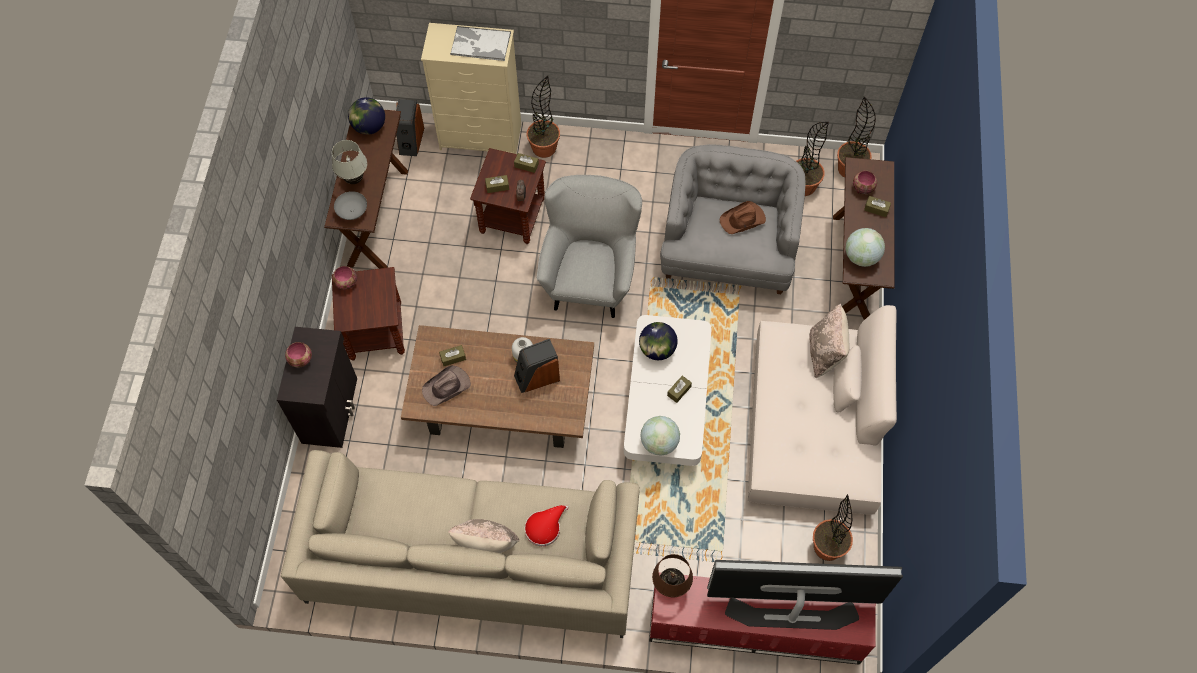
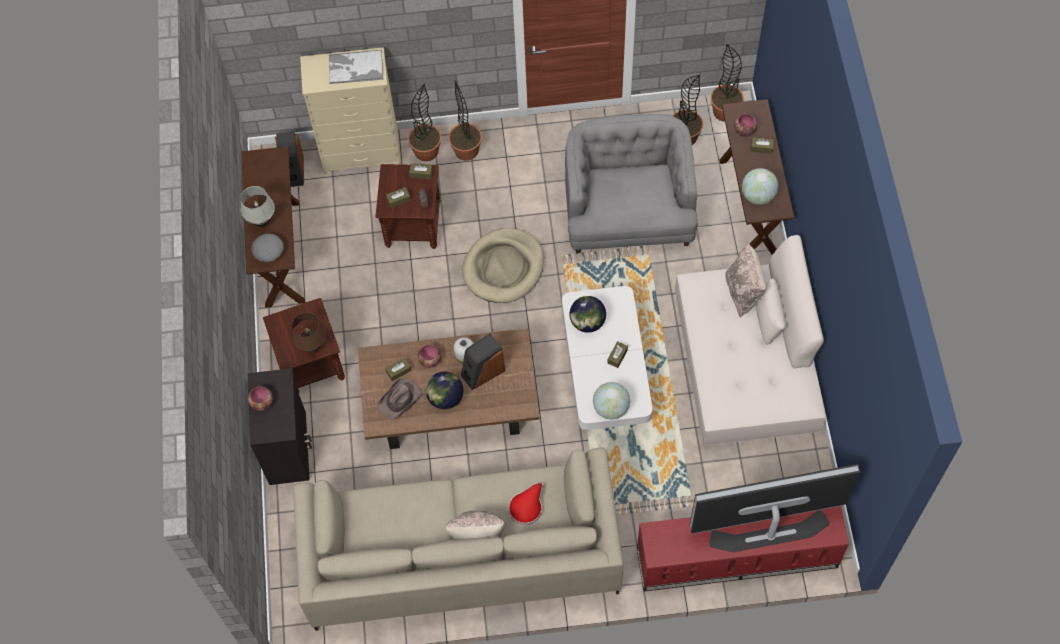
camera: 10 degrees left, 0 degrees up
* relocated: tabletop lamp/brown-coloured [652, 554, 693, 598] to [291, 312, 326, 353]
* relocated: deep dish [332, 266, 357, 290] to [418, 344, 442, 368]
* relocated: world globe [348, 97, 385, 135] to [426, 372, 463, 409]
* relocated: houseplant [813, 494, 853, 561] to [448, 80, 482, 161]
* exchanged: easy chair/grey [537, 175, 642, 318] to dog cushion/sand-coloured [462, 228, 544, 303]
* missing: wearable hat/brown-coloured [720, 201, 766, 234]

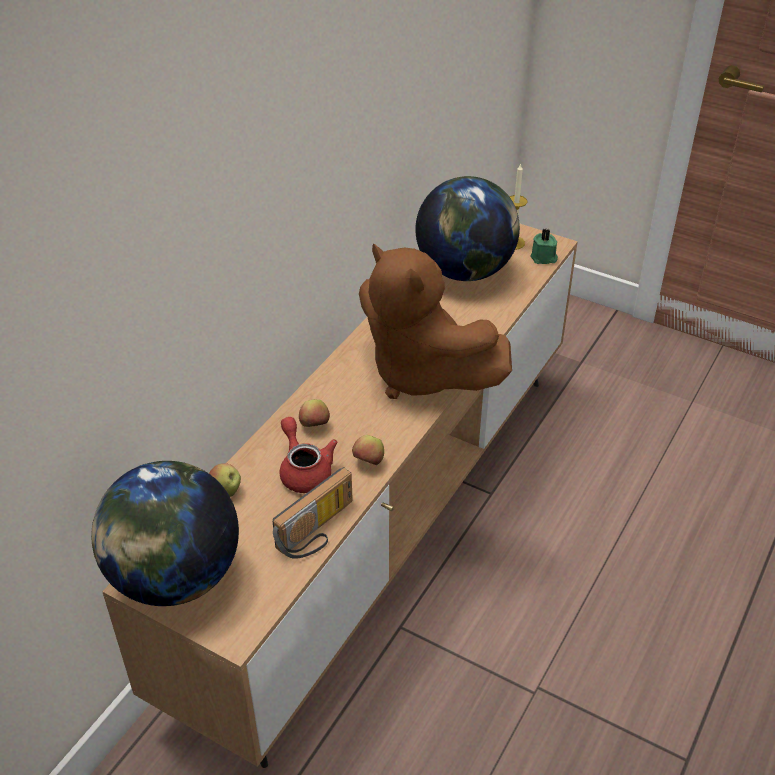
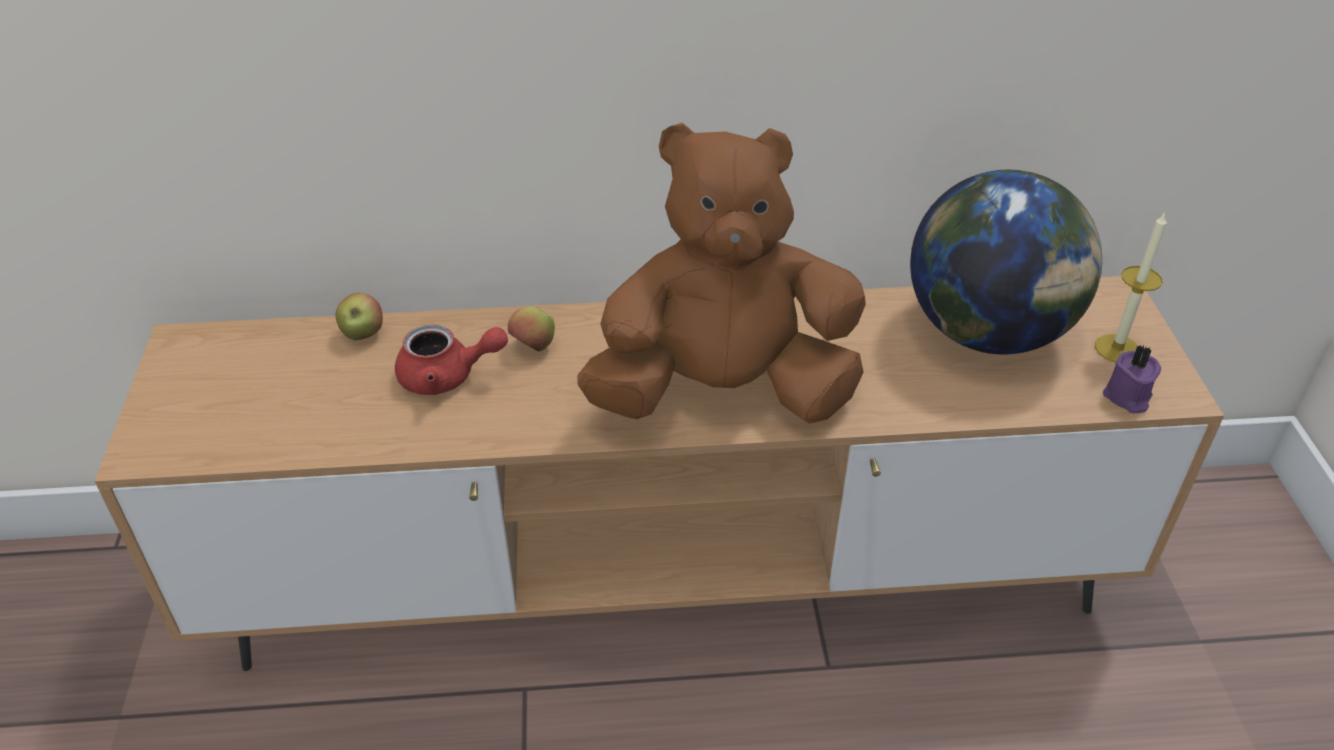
camera: 55 degrees right, 0 degrees up
* spun: teapot/reddish [279, 417, 338, 493] = [395, 324, 508, 395] 60 degrees clockwise
* spun: soft toy/brown-coloured [359, 243, 512, 399] = [577, 123, 866, 424] 75 degrees clockwise
* colour: wax candle/greenish [530, 229, 558, 264] to wax candle/purplish [1103, 345, 1161, 413]
* missing: world globe [91, 461, 239, 606]
* missing: radio set [273, 467, 353, 559]
* missing: apple [352, 435, 384, 465]

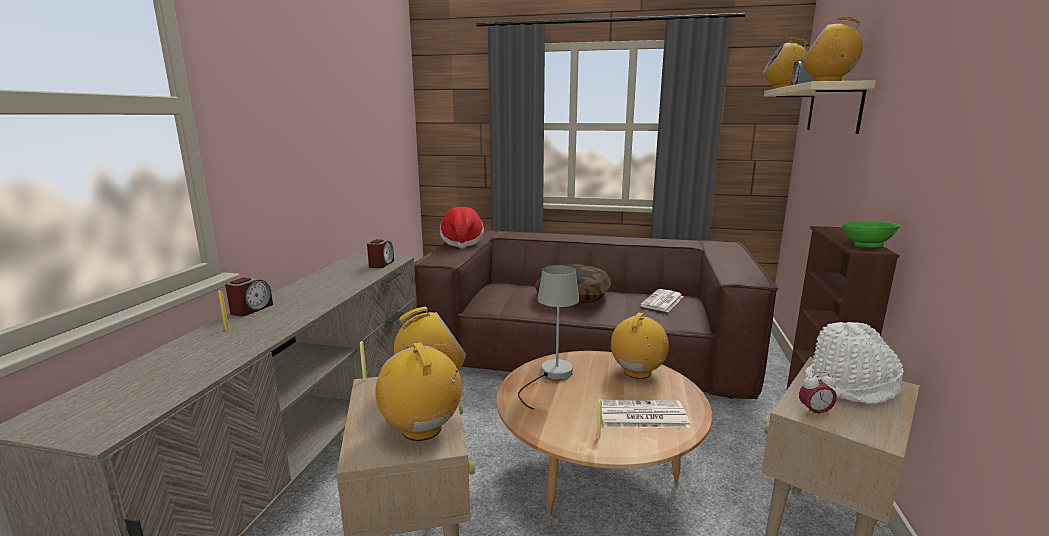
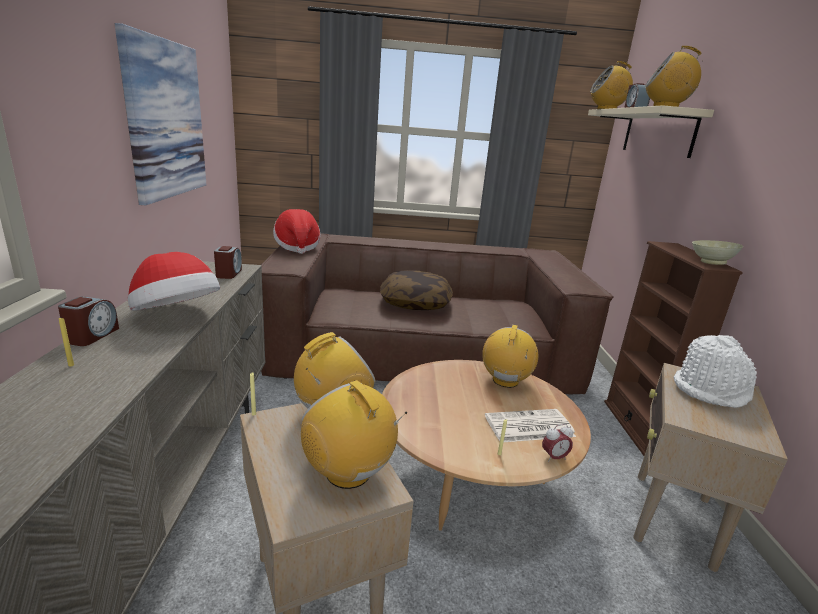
camera: 15 degrees left, 5 degrees up
* appeared: picture [115, 23, 206, 205]
* appeared: wearable hat [128, 252, 220, 311]
* relocated: alarm clock [799, 372, 837, 416] to [542, 424, 573, 462]
* colour: deep dish/greenish [842, 222, 900, 248] to deep dish/sand-coloured [692, 240, 743, 265]
* missing: tabletop lamp/grey [518, 265, 579, 410]
* missing: printed paper [640, 289, 684, 312]

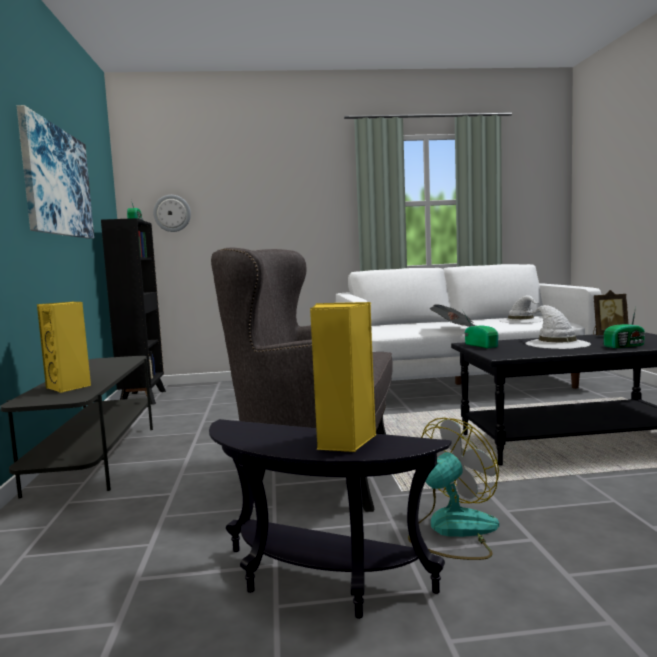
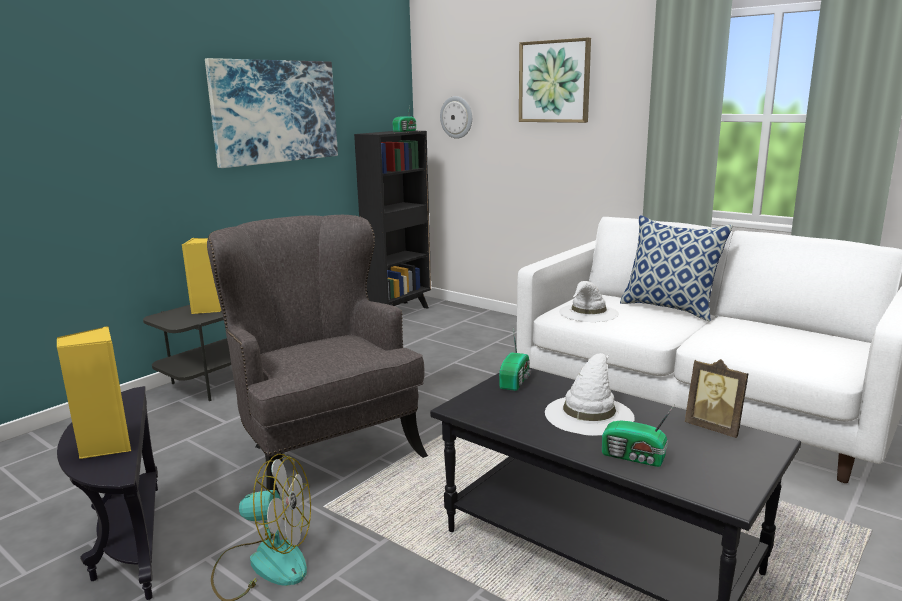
camera: 45 degrees right, 10 degrees up
* appeared: picture [519, 37, 591, 123]
* relocated: wearable hat/whitish [499, 295, 543, 323] to [559, 281, 619, 322]
* appeared: pillow [620, 215, 733, 321]
* missing: printed paper [430, 305, 476, 327]

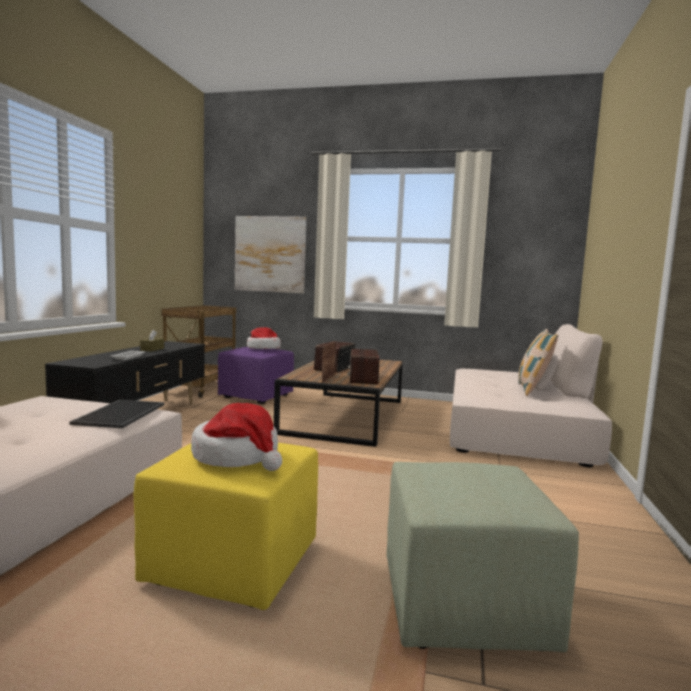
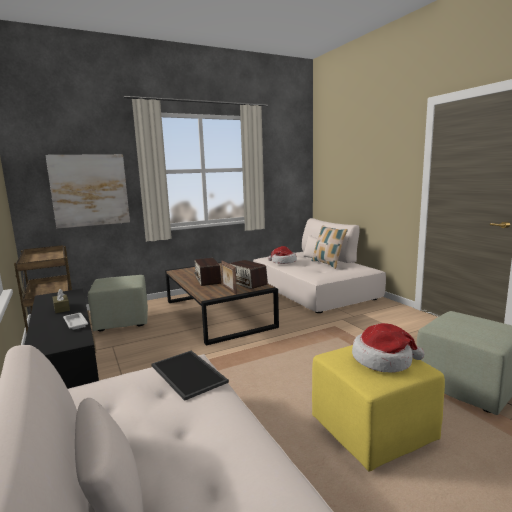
camera: 40 degrees left, 5 degrees up
* colour: pouffe/purplish [218, 347, 294, 404] to pouffe/greenish [88, 275, 148, 331]
* relocated: wearable hat [247, 328, 281, 349] to [268, 246, 297, 264]

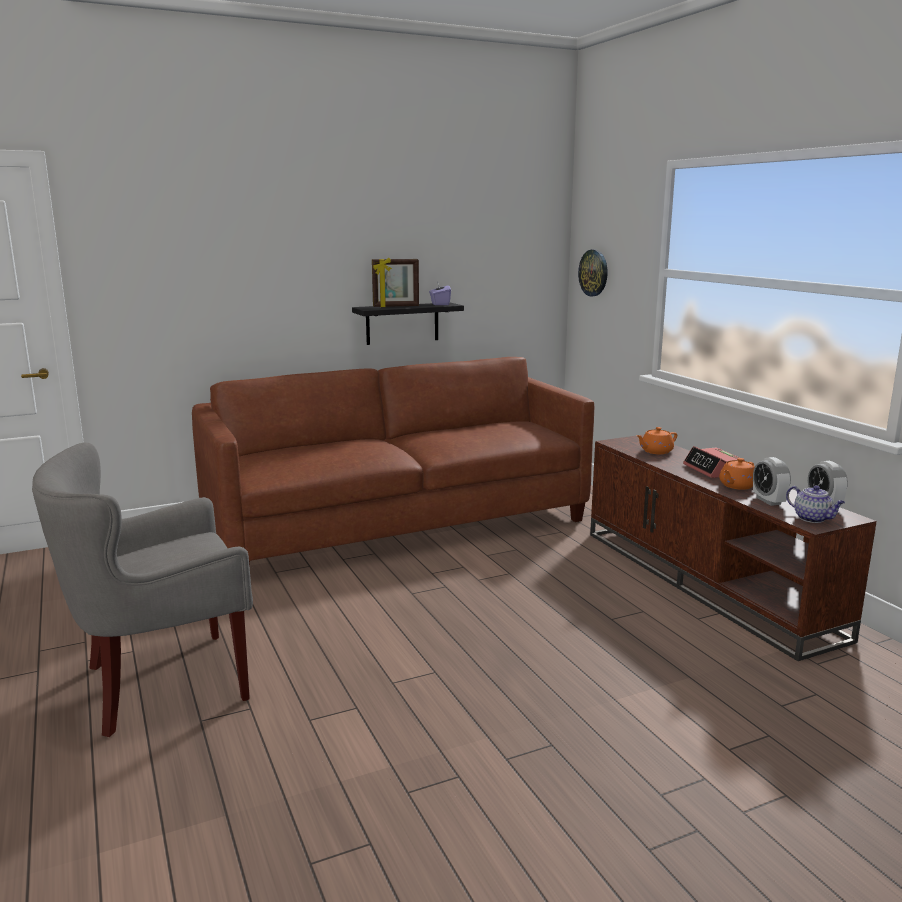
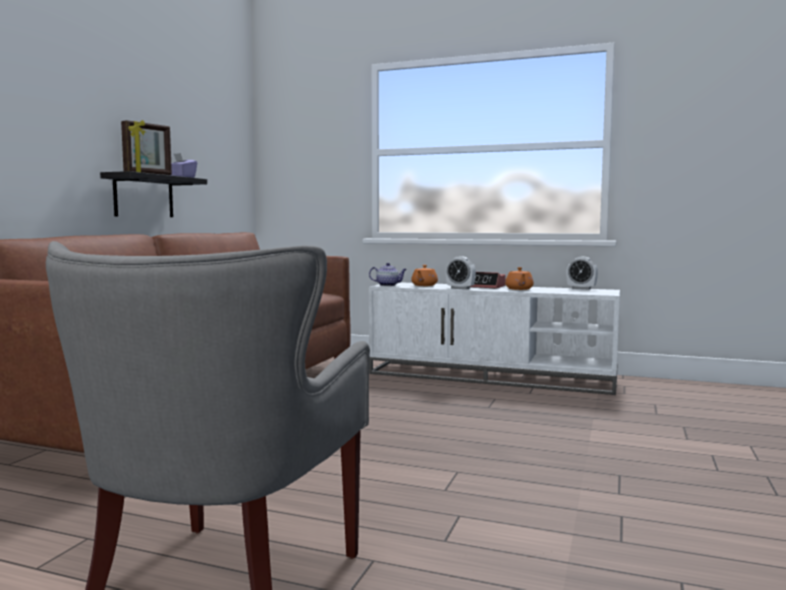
camera: 45 degrees left, 10 degrees down
* relocated: teapot [786, 485, 845, 523] to [369, 263, 407, 286]
* colour: media console/brown-coloured [590, 434, 876, 661] to media console/whitish [369, 282, 620, 395]
* relocated: alarm clock [753, 457, 791, 506] to [446, 256, 476, 290]
* missing: hanging clock [578, 250, 608, 296]

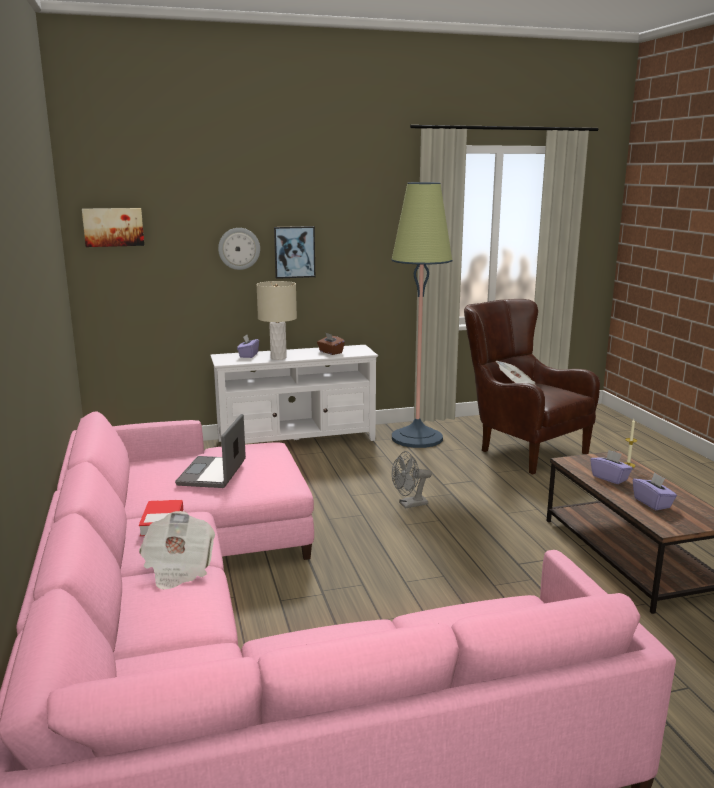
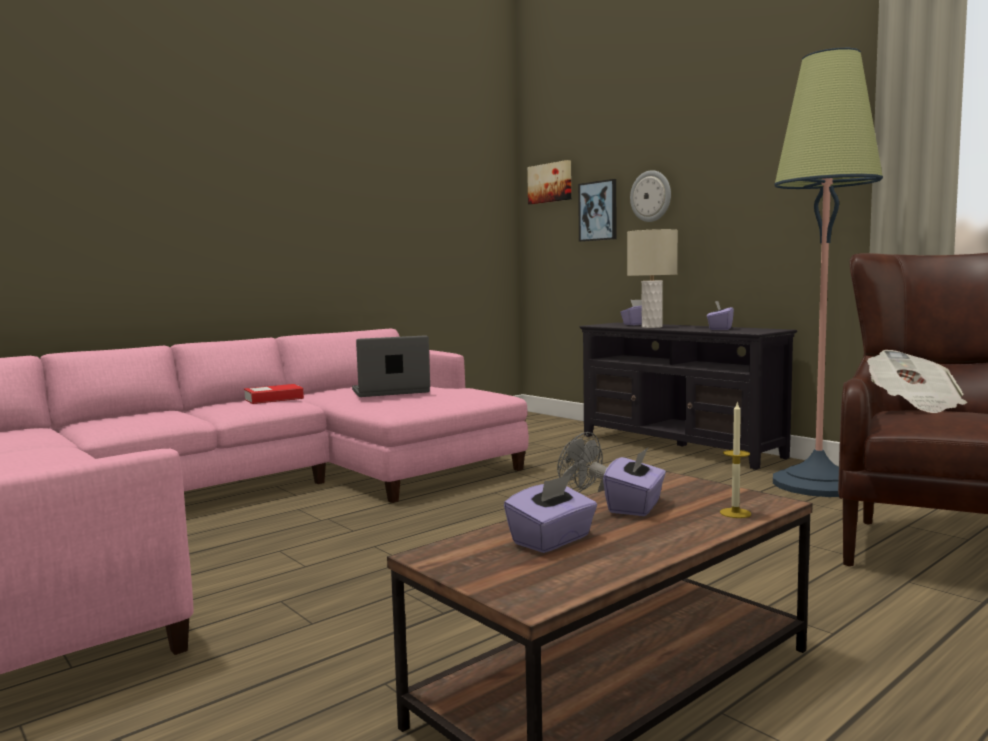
camera: 65 degrees right, 10 degrees down
* relocated: picture [274, 226, 315, 279] to [578, 179, 617, 242]
* colour: media console/whitish [210, 345, 378, 447] to media console/blackish [580, 323, 797, 470]
* colour: box of tissues/brown-coloured [317, 332, 345, 355] to box of tissues/purplish [707, 301, 734, 330]
* missing: printed paper [139, 511, 215, 590]

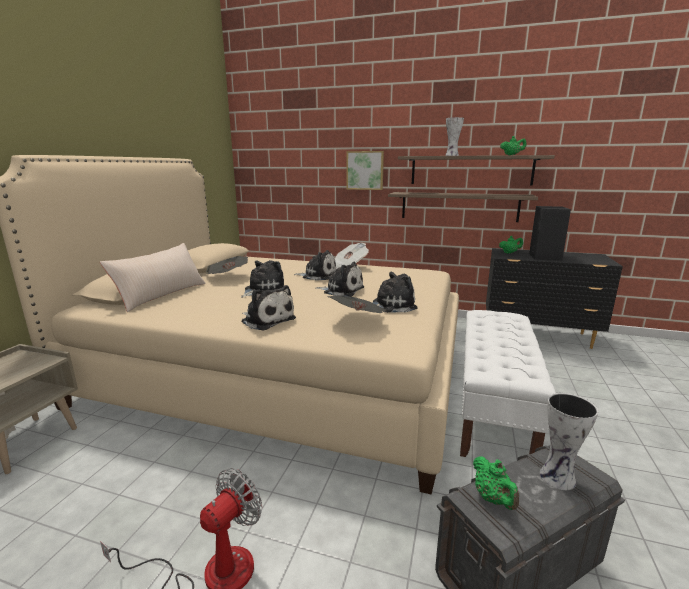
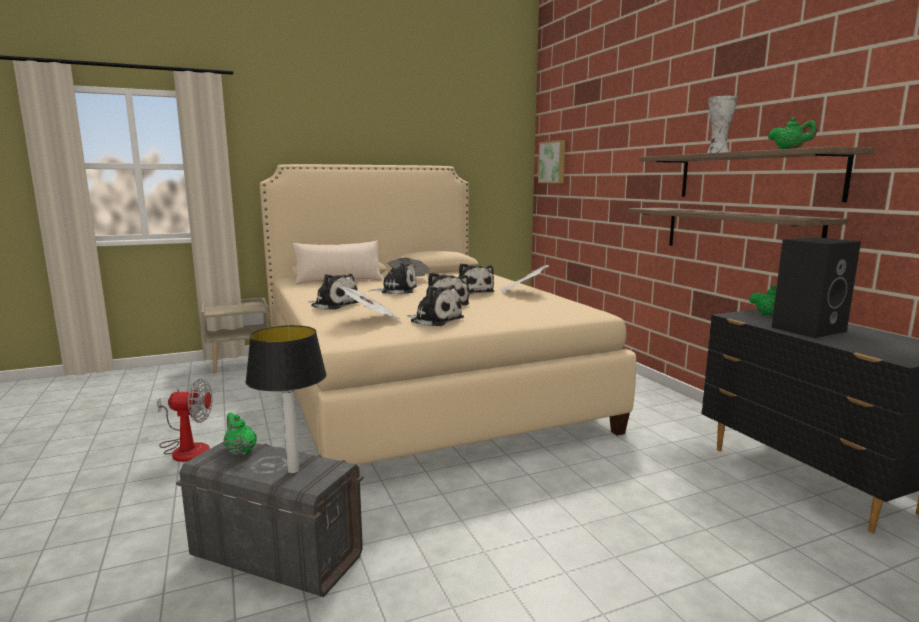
camera: 50 degrees right, 5 degrees down
* spun: teapot/greenish [473, 456, 519, 510] = [223, 413, 257, 456] 105 degrees clockwise
* exchanged: vase [540, 393, 598, 490] to tabletop lamp [245, 325, 326, 473]
* spun: soft toy [241, 285, 296, 331] = [308, 274, 359, 310] 60 degrees counterclockwise
* relocated: picture [347, 151, 384, 190] to [538, 140, 565, 183]
* missing: indoor bench/whitish [460, 310, 556, 457]

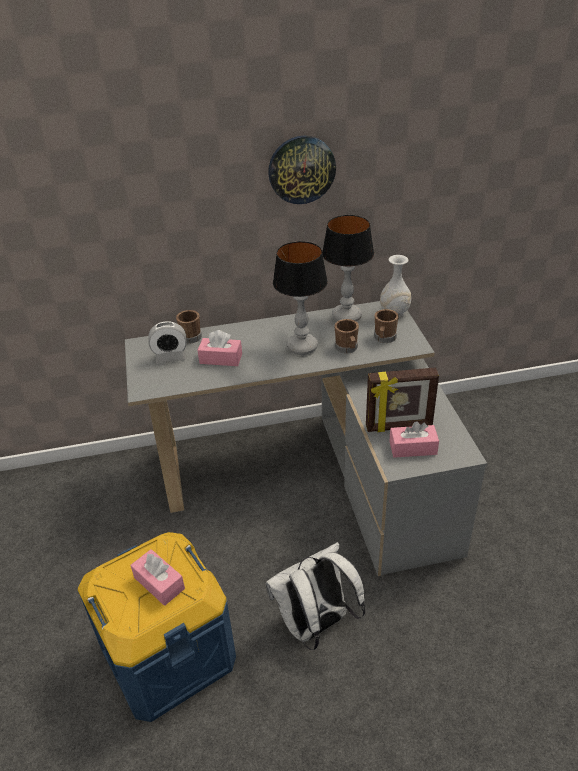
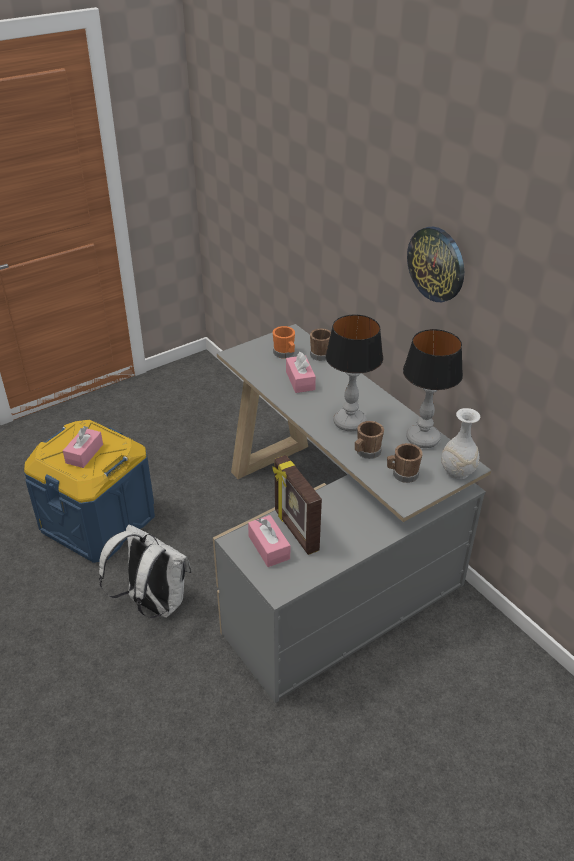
camera: 65 degrees right, 0 degrees up
* exchanged: alarm clock [148, 321, 187, 364] to tea mug/orange [273, 326, 295, 358]

